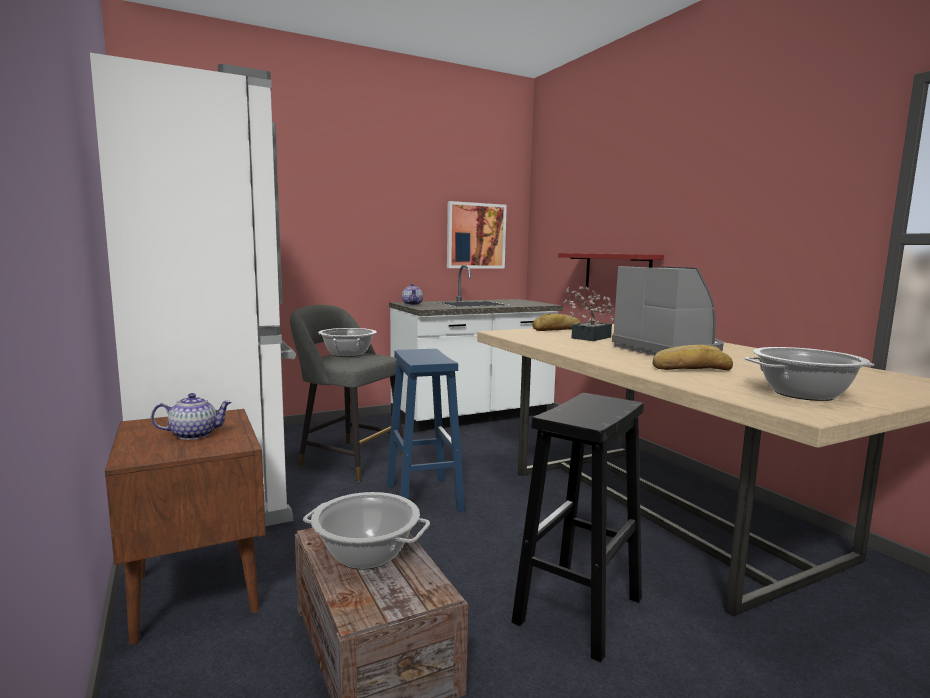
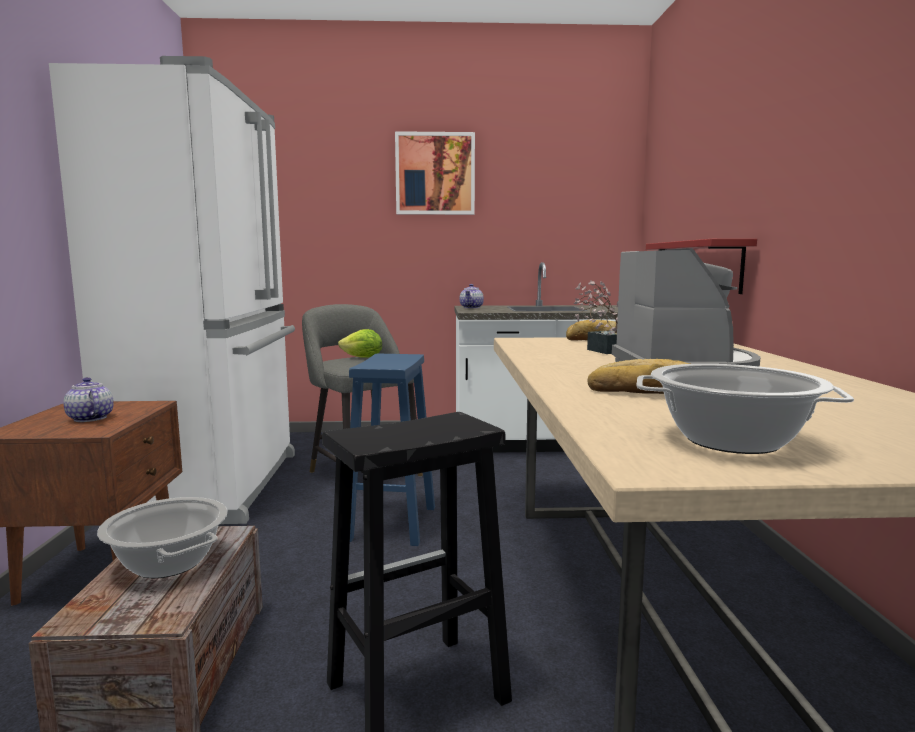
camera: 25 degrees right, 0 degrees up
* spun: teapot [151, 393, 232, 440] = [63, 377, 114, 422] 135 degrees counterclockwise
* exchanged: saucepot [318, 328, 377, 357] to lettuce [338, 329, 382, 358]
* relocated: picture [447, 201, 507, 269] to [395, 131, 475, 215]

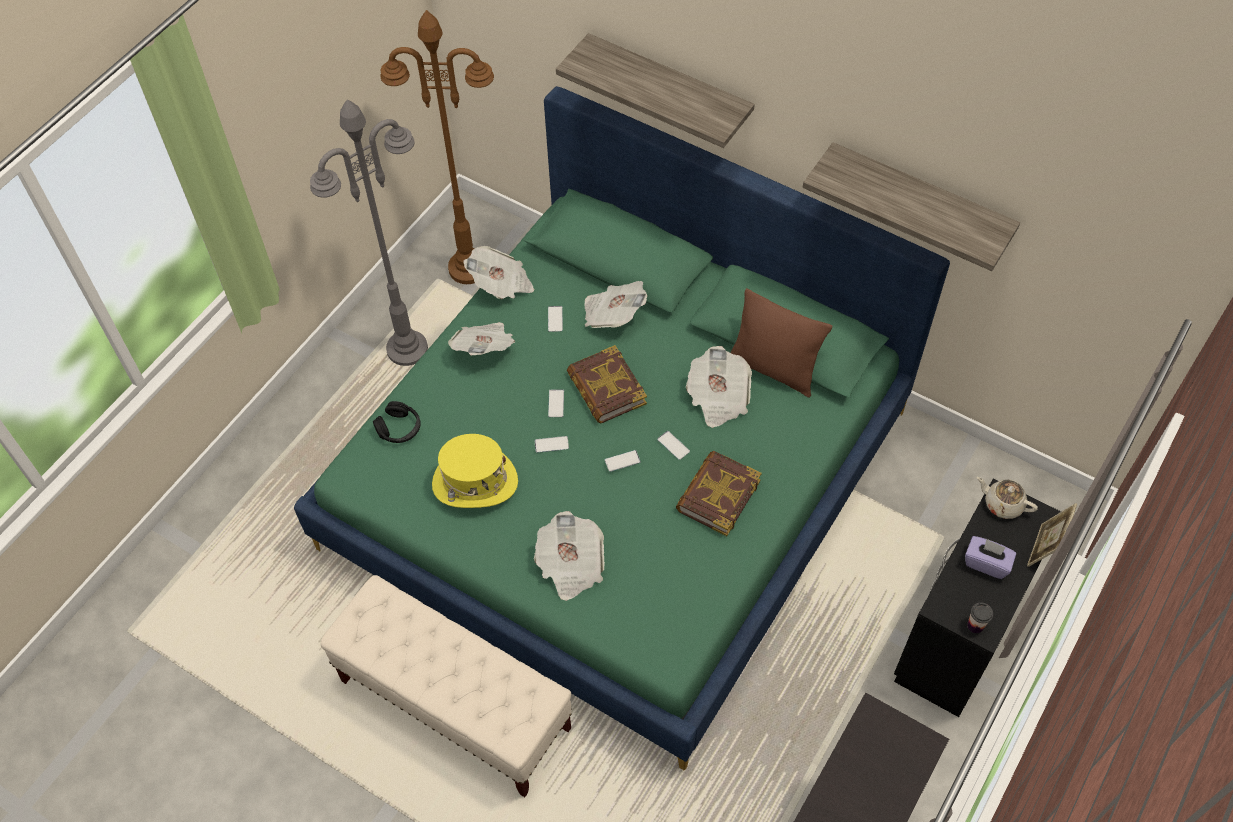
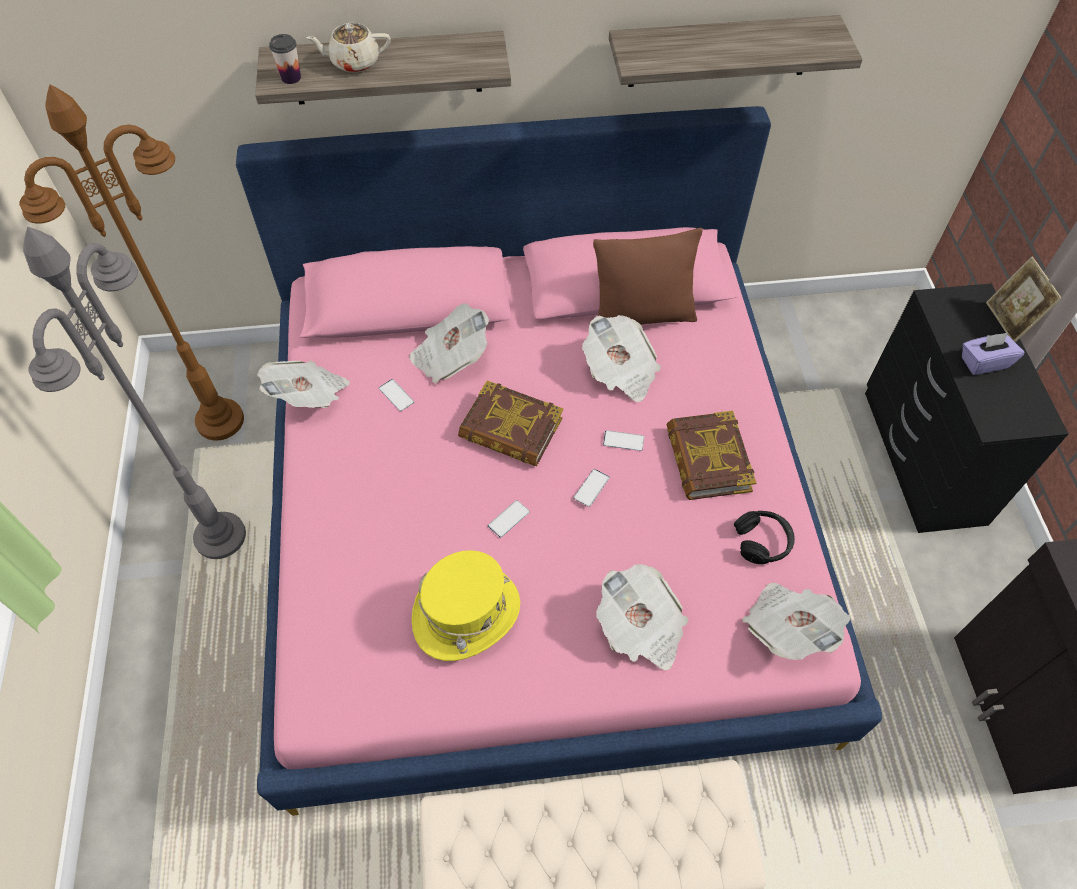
camera: 40 degrees left, 0 degrees up
* colour: bed/greenish [294, 86, 950, 770] to bed/pinkish [236, 106, 882, 816]
* relocated: cup [967, 603, 993, 633] to [269, 34, 301, 84]
* relocated: teapot/sand-coloured [977, 477, 1038, 519] to [306, 23, 391, 73]
* relocated: pair of headphones/blackish [373, 401, 421, 443] to [734, 511, 795, 564]
* relocated: printed paper [448, 322, 515, 355] to [742, 583, 850, 660]
* missing: handset [548, 390, 564, 417]

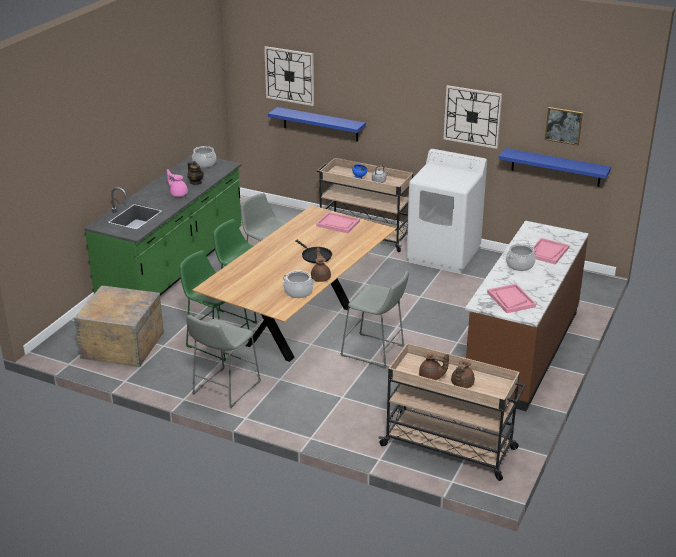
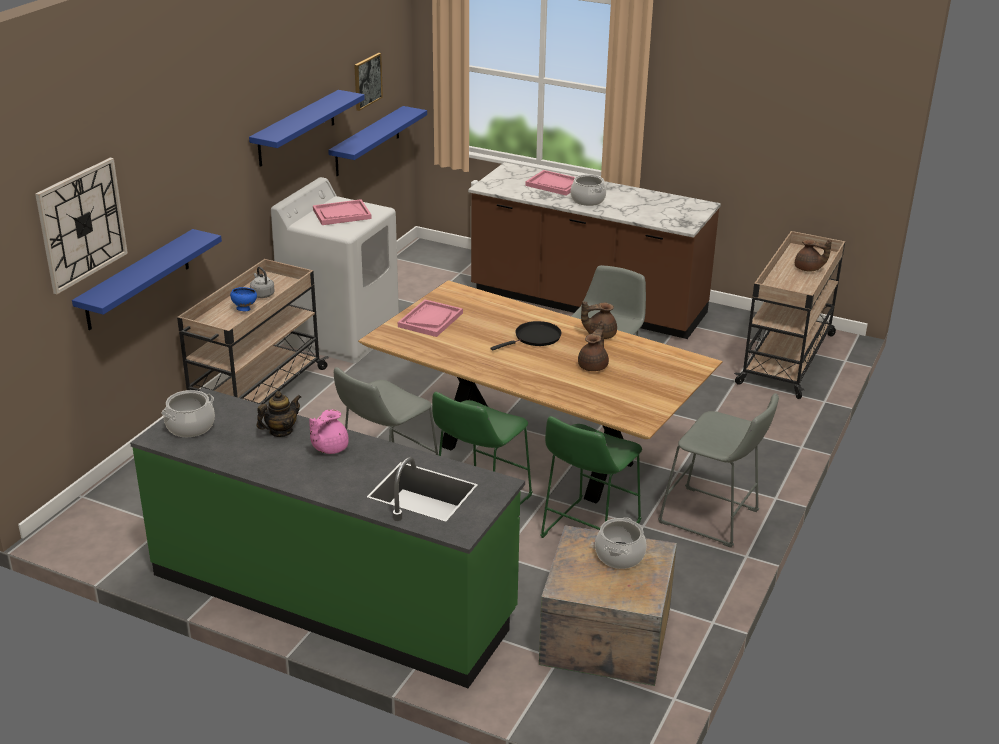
camera: 90 degrees left, 0 degrees up
* exchanged: hanging clock [443, 85, 502, 149] to wall shelf/bluish [249, 90, 365, 167]
* relocated: carrying tray/pinkish [487, 284, 536, 313] to [313, 199, 372, 225]
* relocated: teapot/brown-coloured [419, 352, 449, 380] to [578, 320, 609, 371]
* relocated: saucepot [283, 270, 314, 298] to [595, 517, 647, 569]

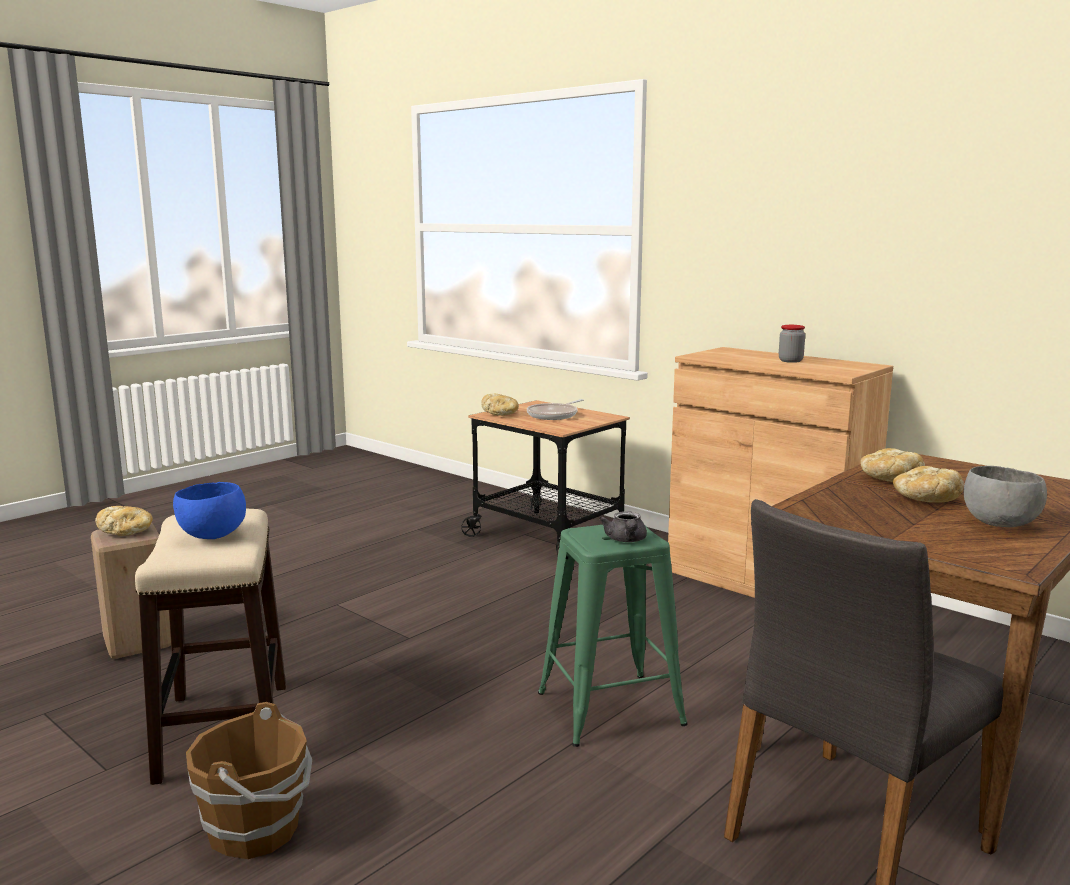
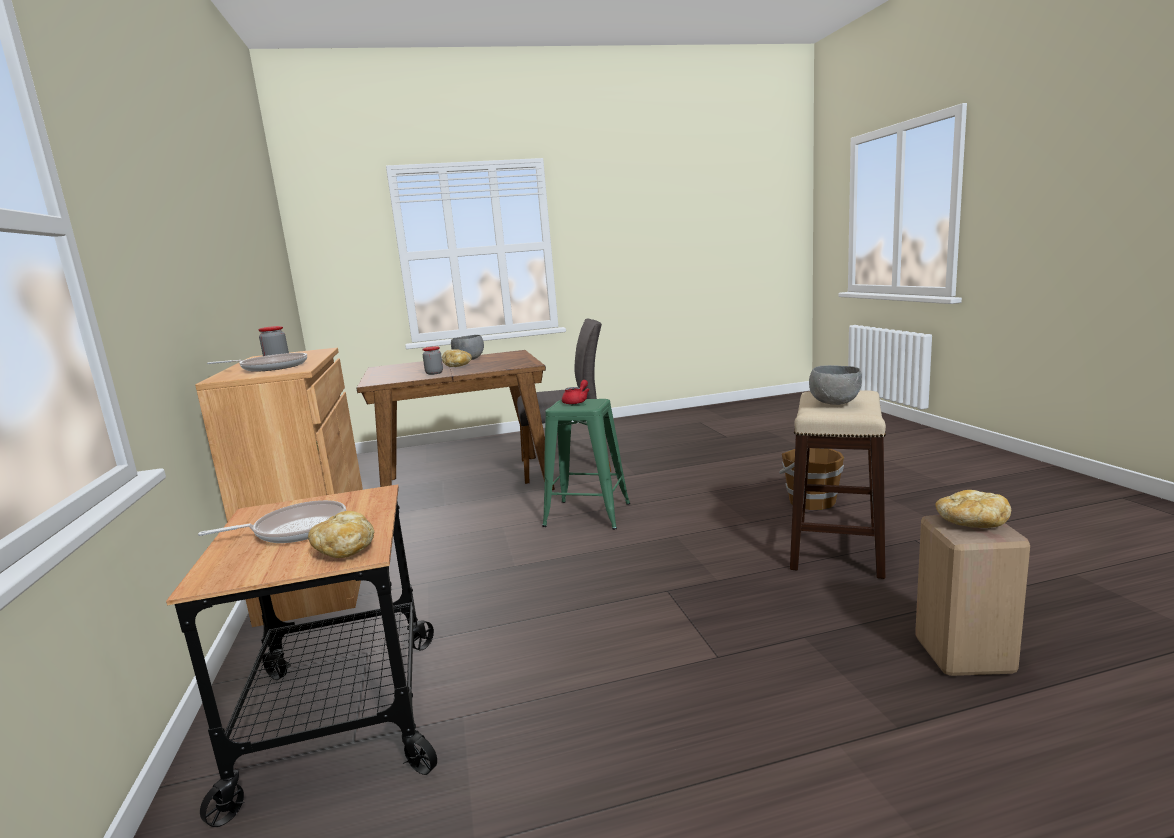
camera: 145 degrees left, 0 degrees up
* appeared: frying pan [207, 353, 307, 372]
* exchanged: bakery bread [860, 448, 925, 482] to jar [422, 346, 443, 375]
* colour: teapot/grey [599, 511, 647, 542] to teapot/reddish [562, 380, 590, 405]
* colour: deep dish/bluish [173, 482, 246, 539] to deep dish/grey [809, 365, 862, 405]

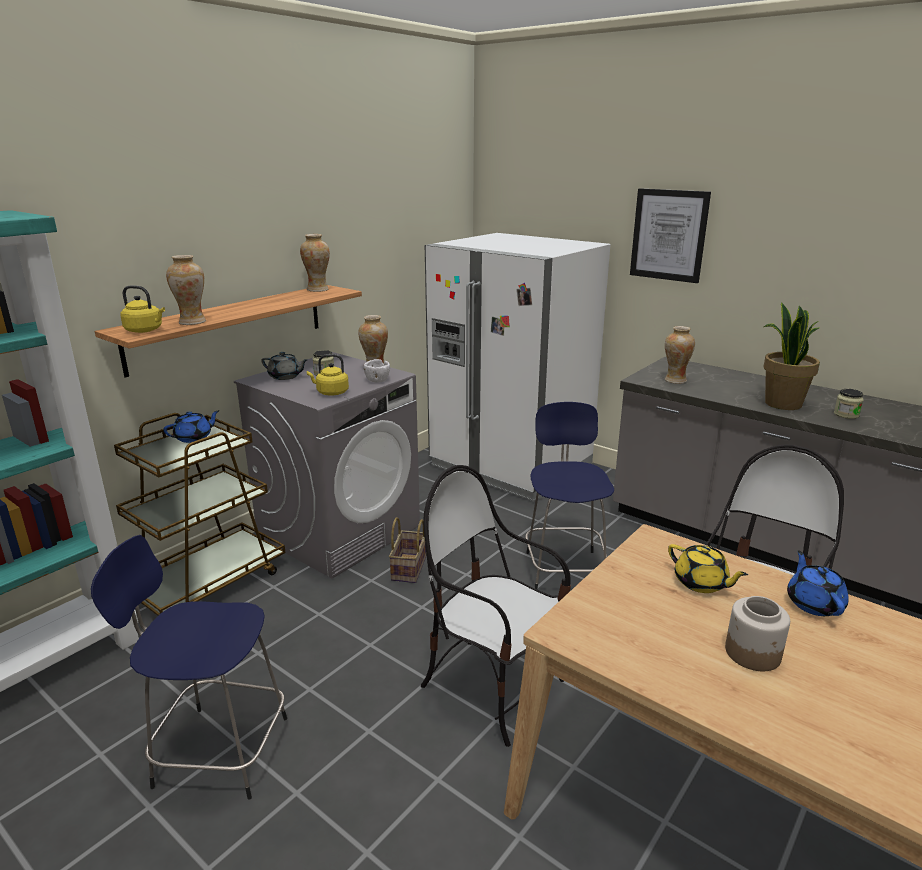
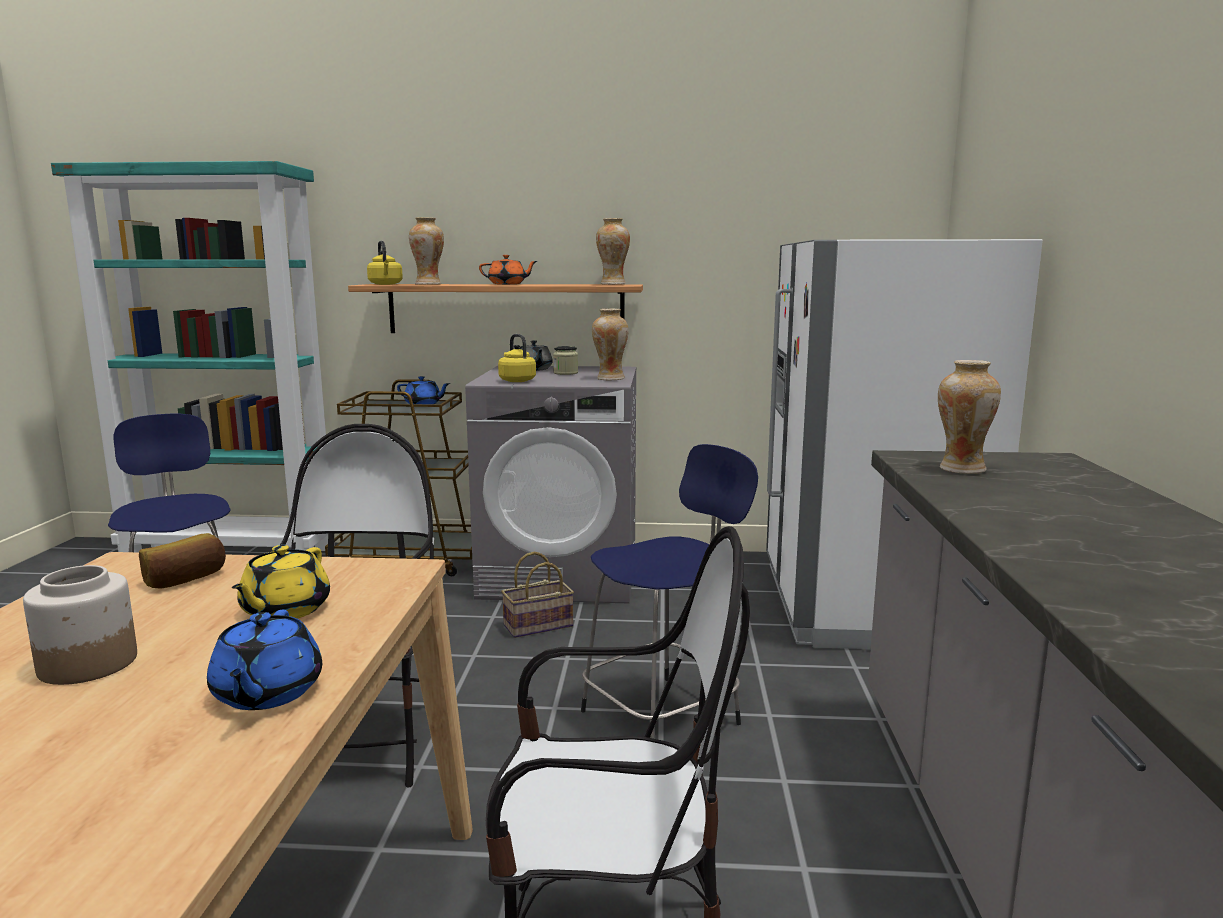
camera: 55 degrees right, 10 degrees down
* appeared: bakery bread [139, 533, 226, 589]
* spun: teapot/bluish [787, 550, 849, 616] = [207, 610, 322, 710] 120 degrees clockwise
* appeared: teapot/orange [479, 255, 537, 284]
* missing: deep dish/whitish [364, 359, 390, 383]
* missing: picture [630, 188, 711, 283]
* missing: houseplant [763, 302, 820, 410]
* missing: jar [834, 389, 864, 419]

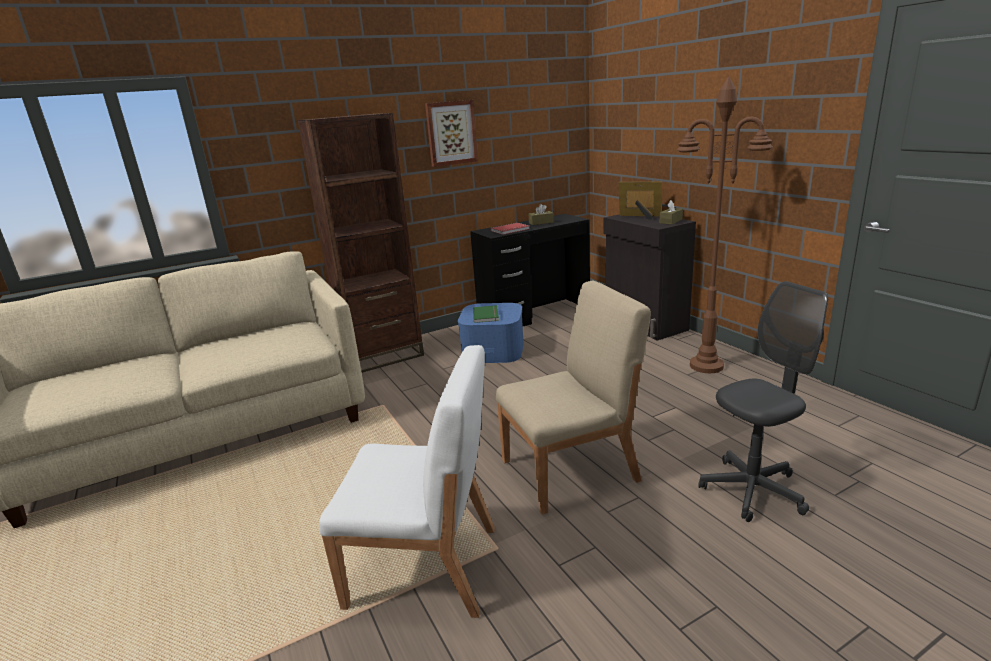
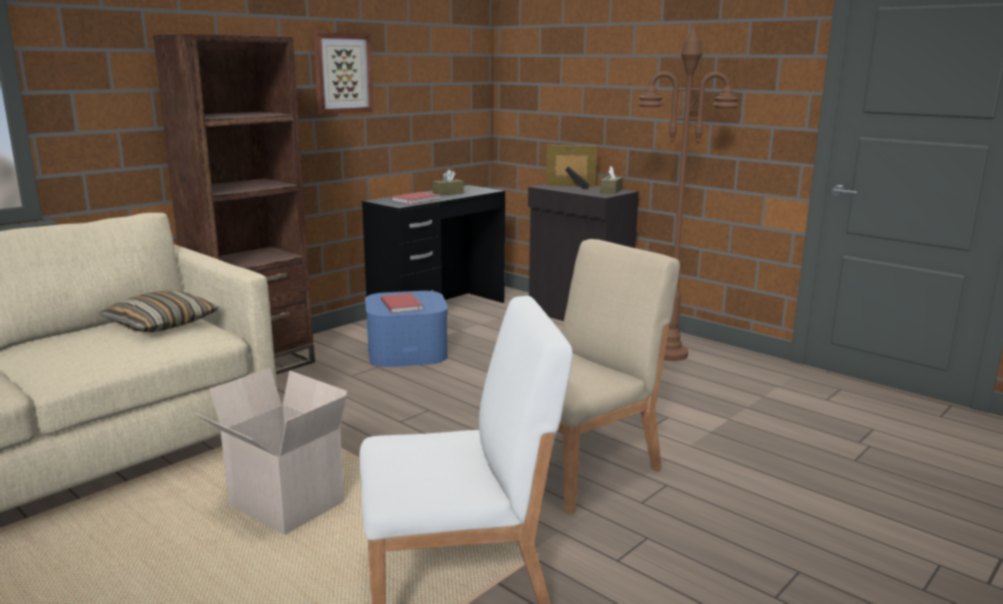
camera: 20 degrees left, 5 degrees down
* appeared: pillow [99, 291, 219, 332]
* appeared: packing box [195, 368, 348, 535]
* colour: book/greenish [473, 305, 499, 323] to book/reddish [381, 293, 423, 313]
* missing: desk chair/grey [699, 281, 828, 522]

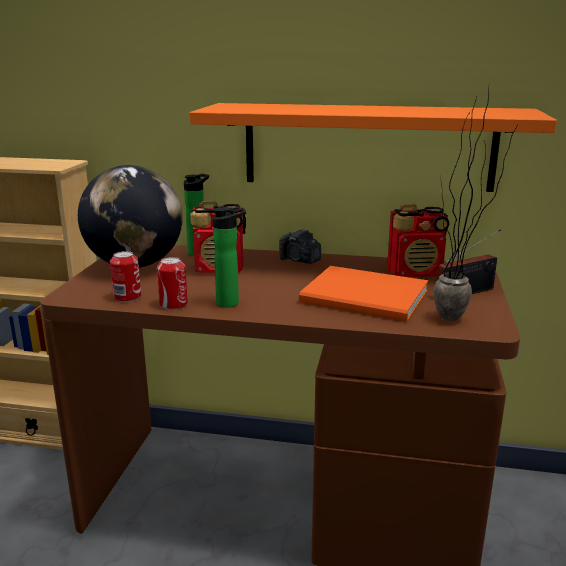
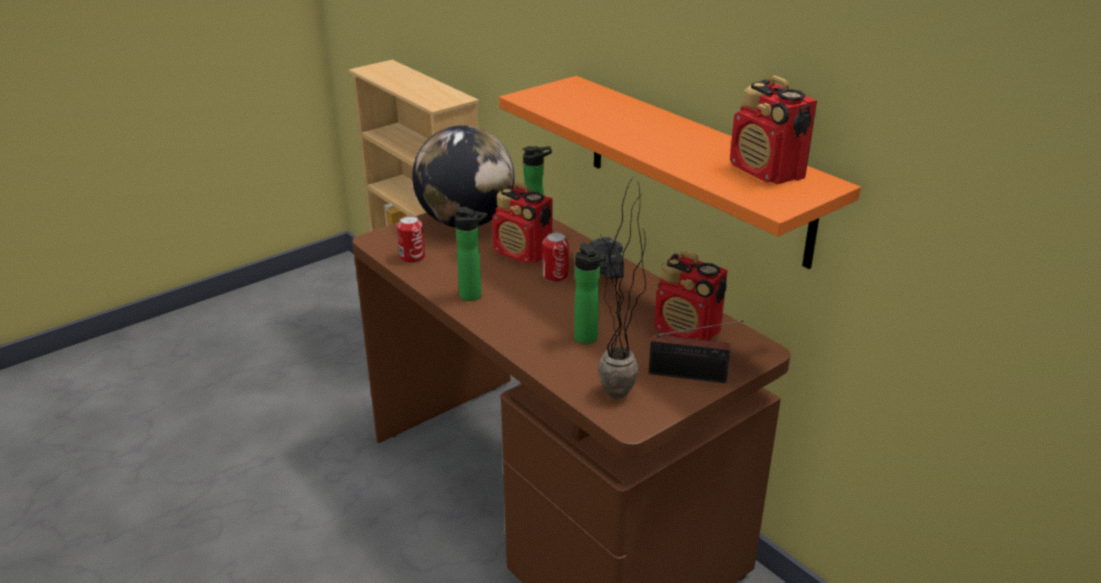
camera: 40 degrees right, 10 degrees up
* relocated: can [157, 257, 188, 310] to [543, 233, 569, 282]
* exchanged: book/orange [299, 266, 428, 321] to beverage bottle [574, 243, 605, 344]
* appeared: radio set [730, 75, 817, 184]

